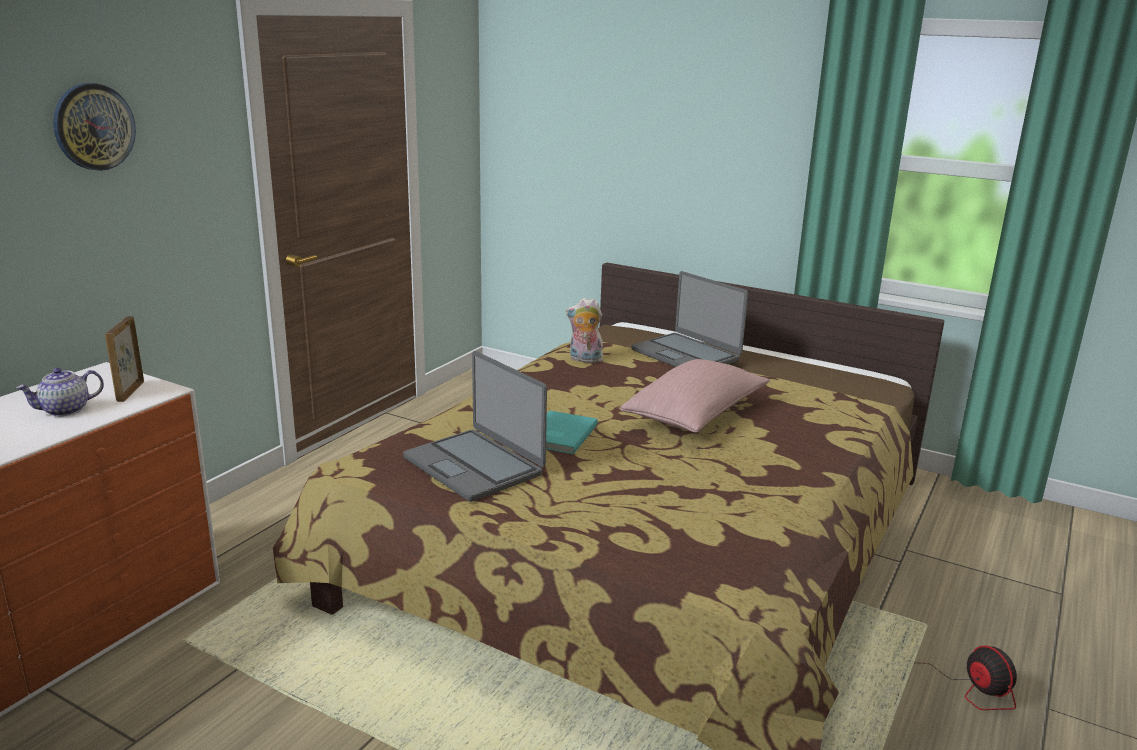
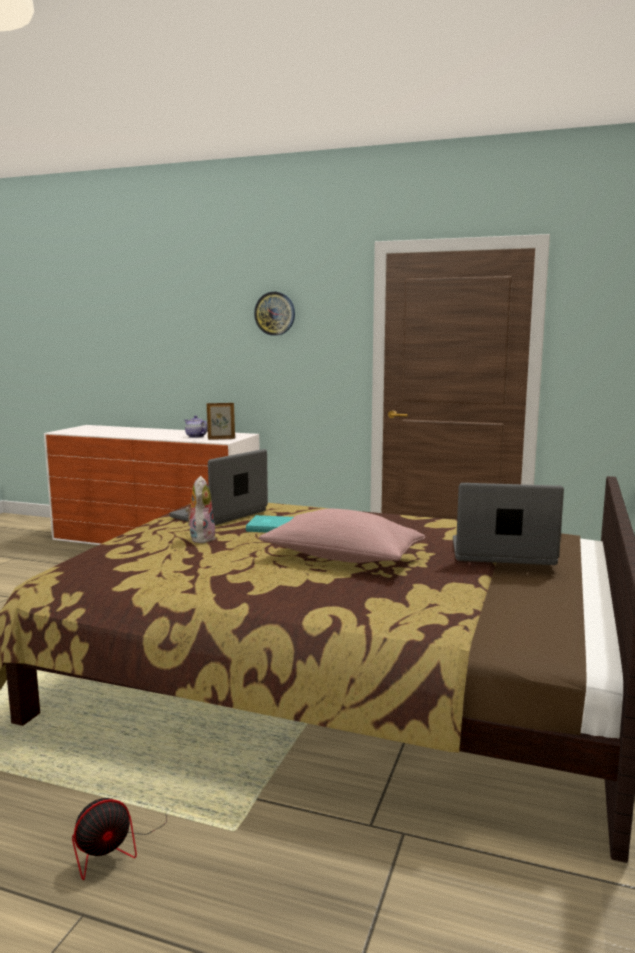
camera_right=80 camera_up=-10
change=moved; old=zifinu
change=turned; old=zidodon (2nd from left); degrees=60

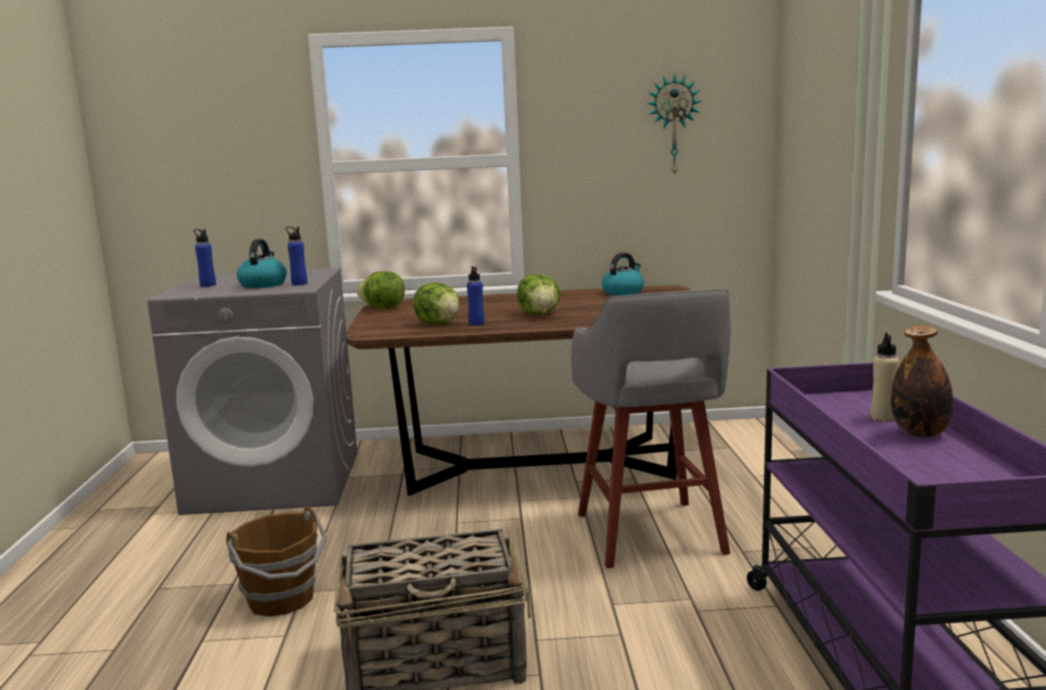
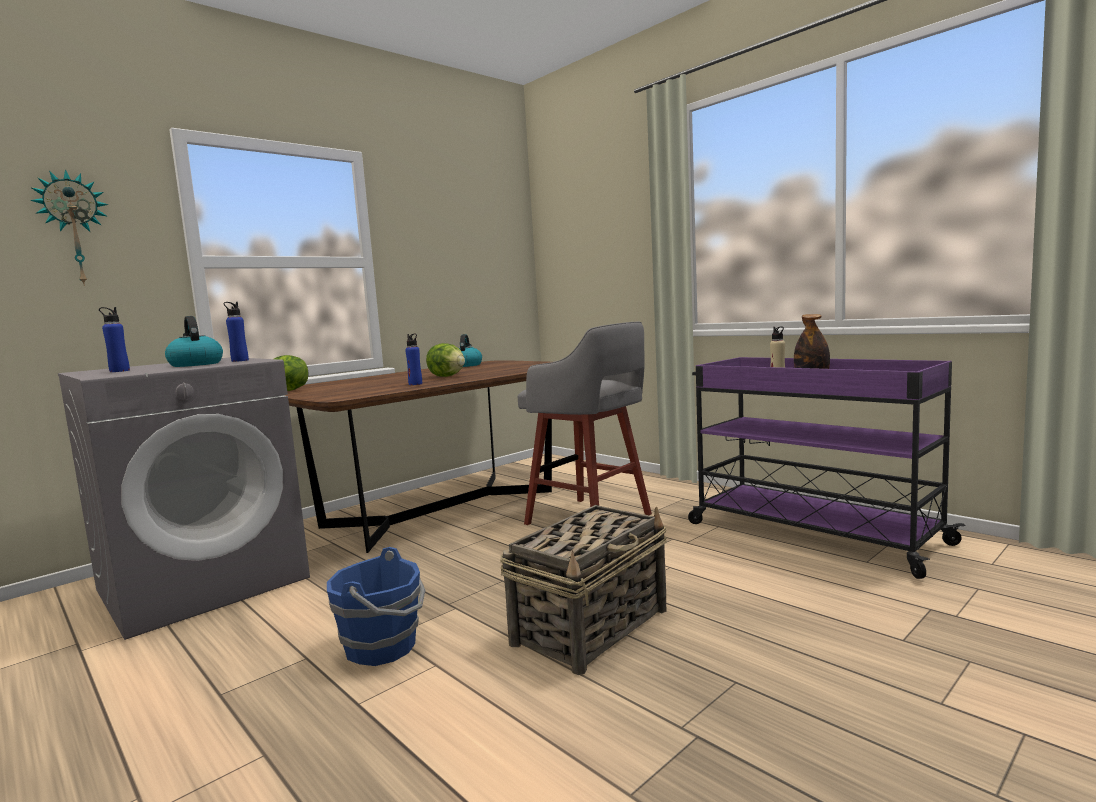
camera_right=-40 camera_up=-5
change=recoloured; old=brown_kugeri; new=blue_kugeri
change=removed; old=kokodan (2nd from left)
change=moved; old=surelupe

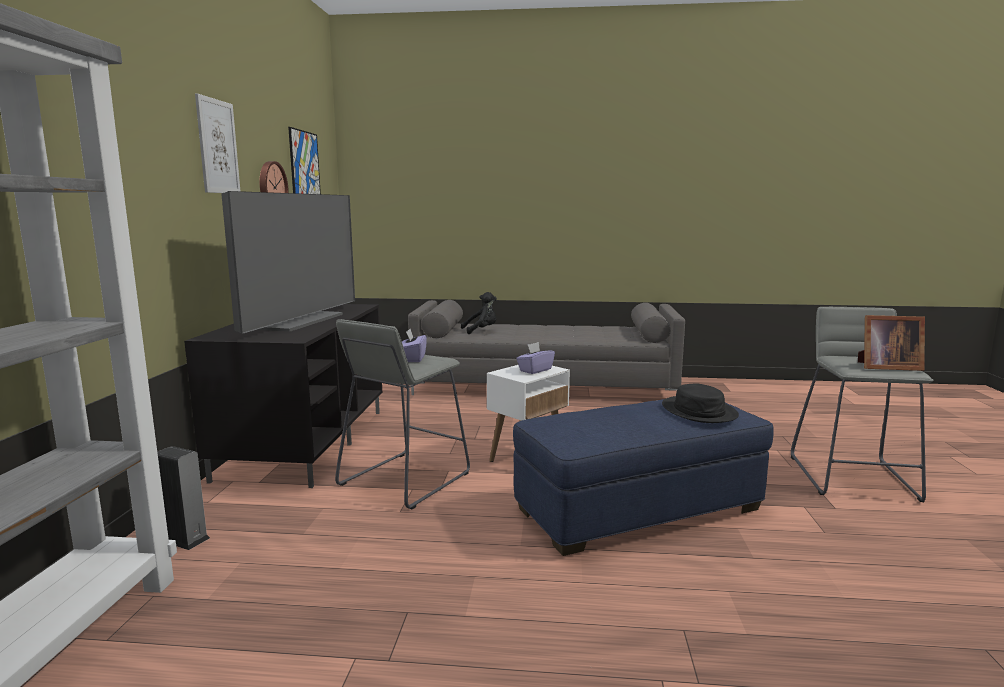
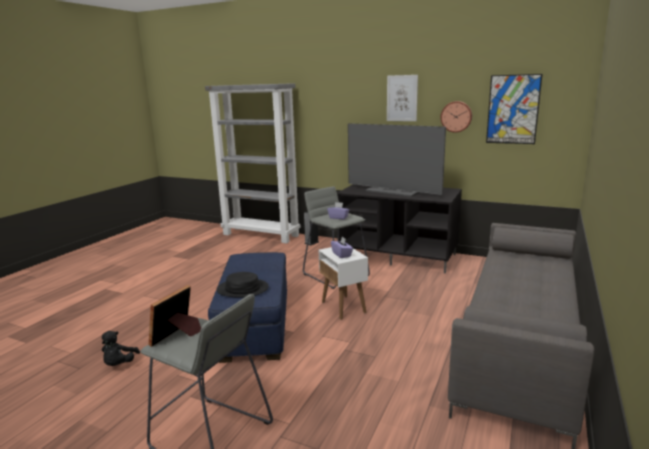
camera_right=110 camera_up=5
change=moved; old=black_zifinu

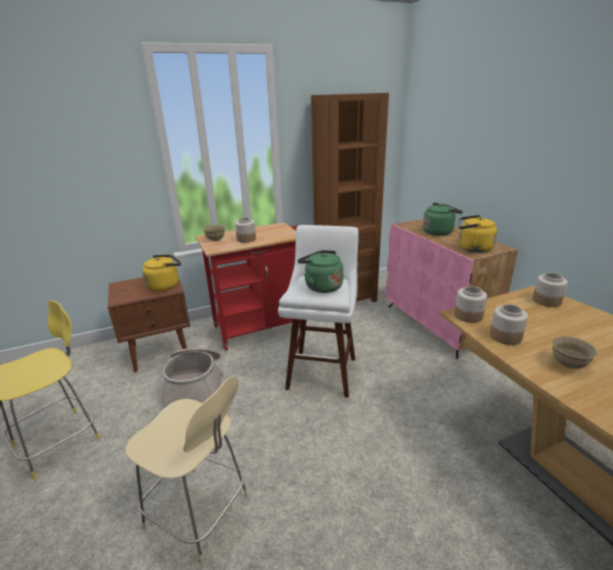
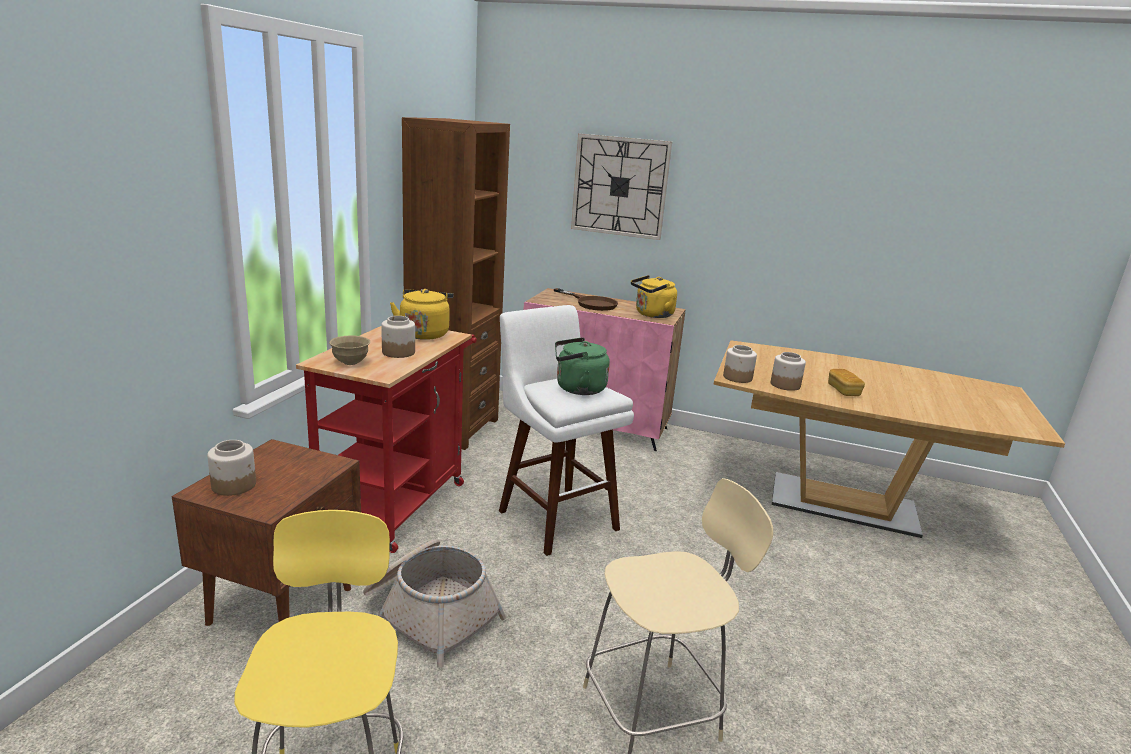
camera_right=-50 camera_up=-5
change=moved; old=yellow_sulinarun (1st from left)
change=replaced; old=green_sulinarun (2nd from left); new=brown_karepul
change=moved; old=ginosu (4th from left in the first image); new=ginosu (1st from left)
change=replaced; old=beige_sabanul (2nd from left); new=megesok
change=added; new=surelupe

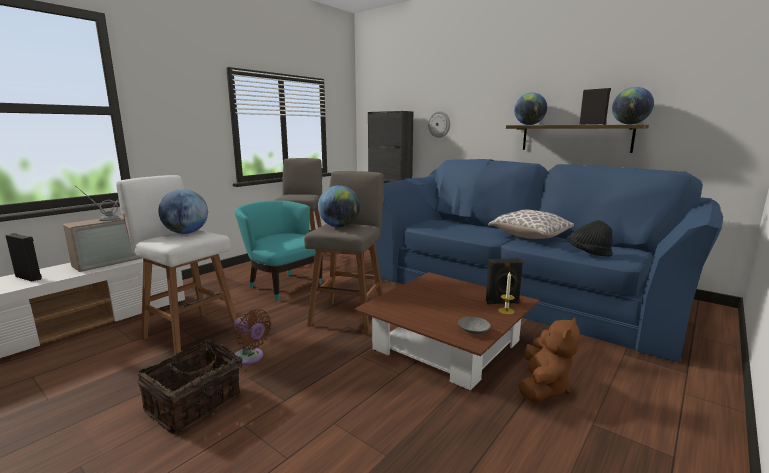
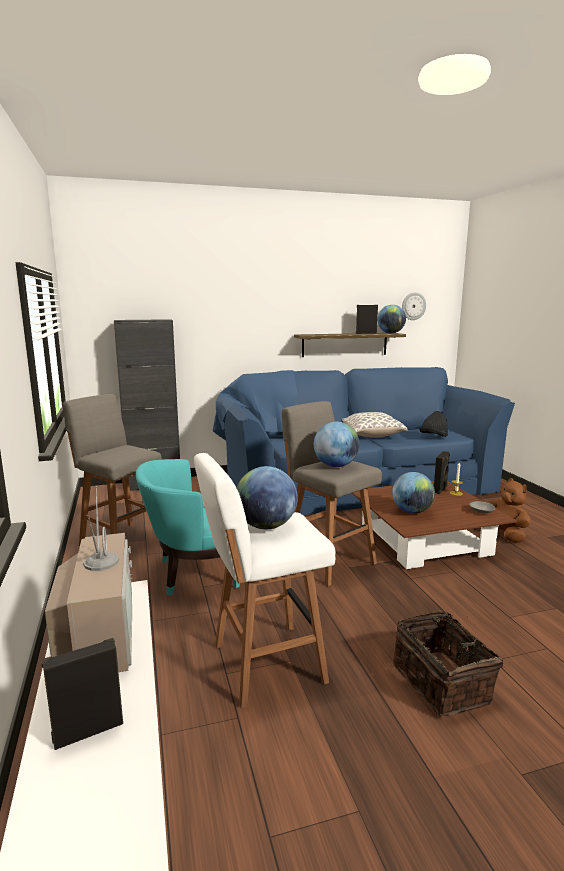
camera_right=-55 camera_up=0
change=removed; old=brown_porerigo
change=moved; old=surelupe
change=moved; old=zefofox (3rd from left in the first image); new=zefofox (4th from left)

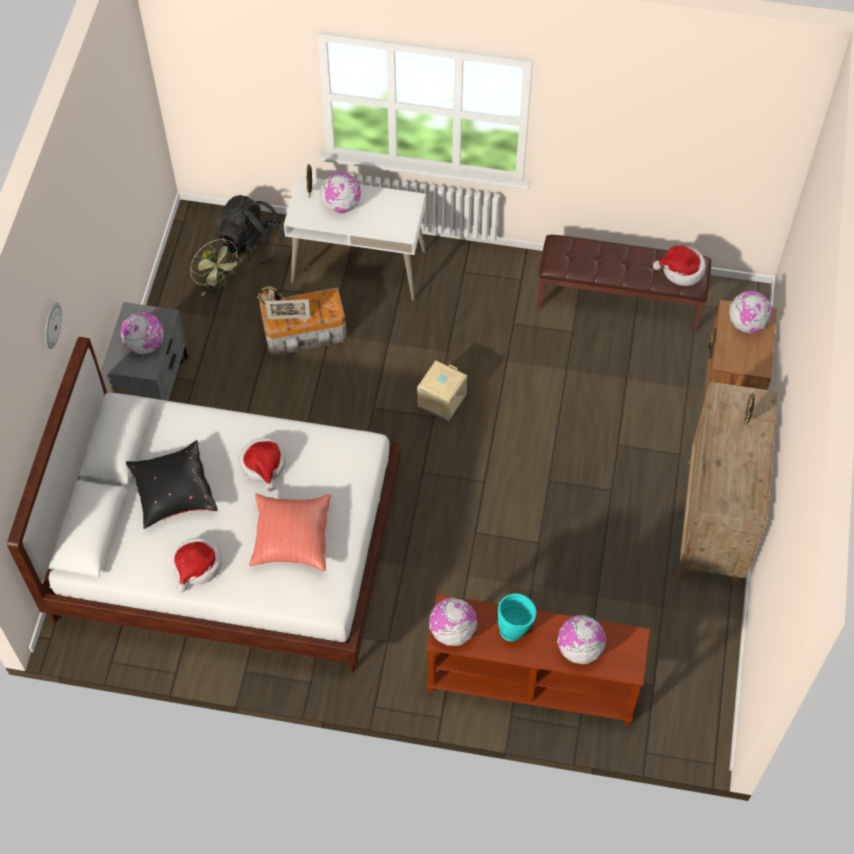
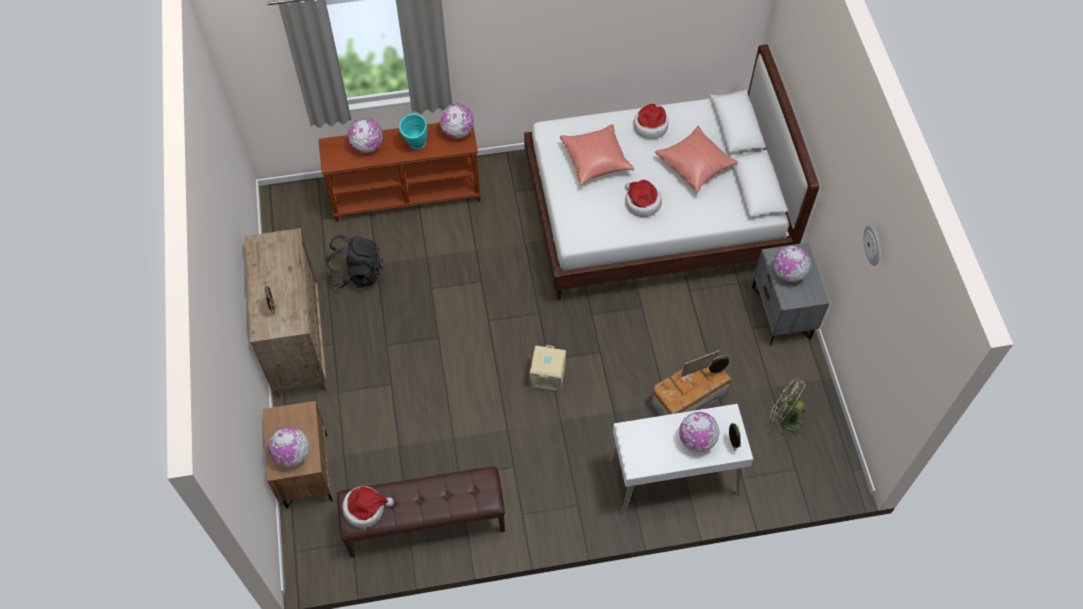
camera_right=160 camera_up=0
change=moved; old=surelupe
change=recoloured; old=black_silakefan; new=red_silakefan (2nd from left)
change=moved; old=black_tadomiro

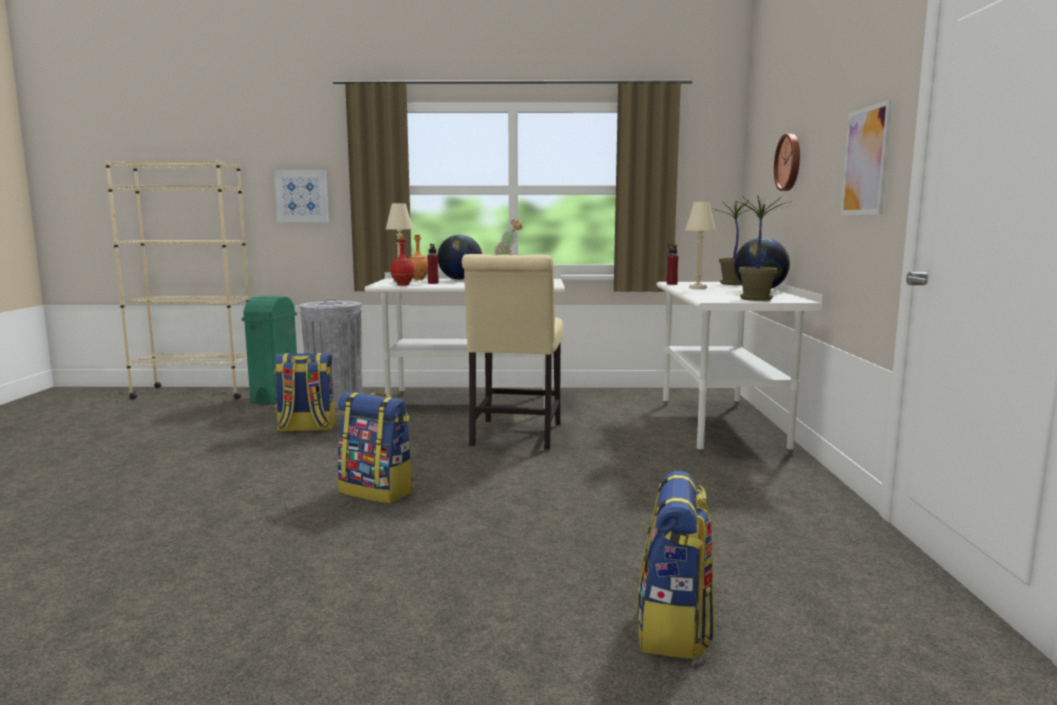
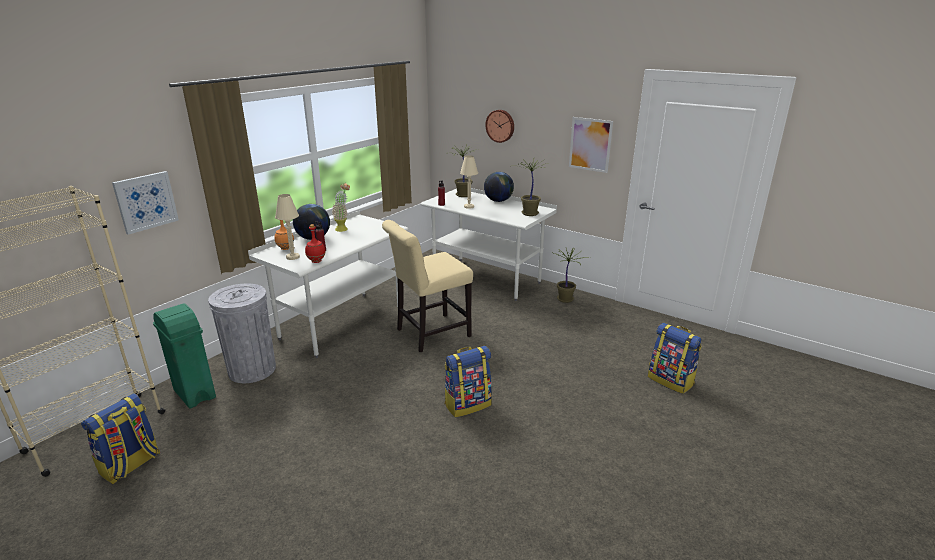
camera_right=-55 camera_up=15
change=moved; old=tadomiro (1st from left)
change=turned; old=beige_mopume; degrees=105
change=added; new=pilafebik (4th from left)

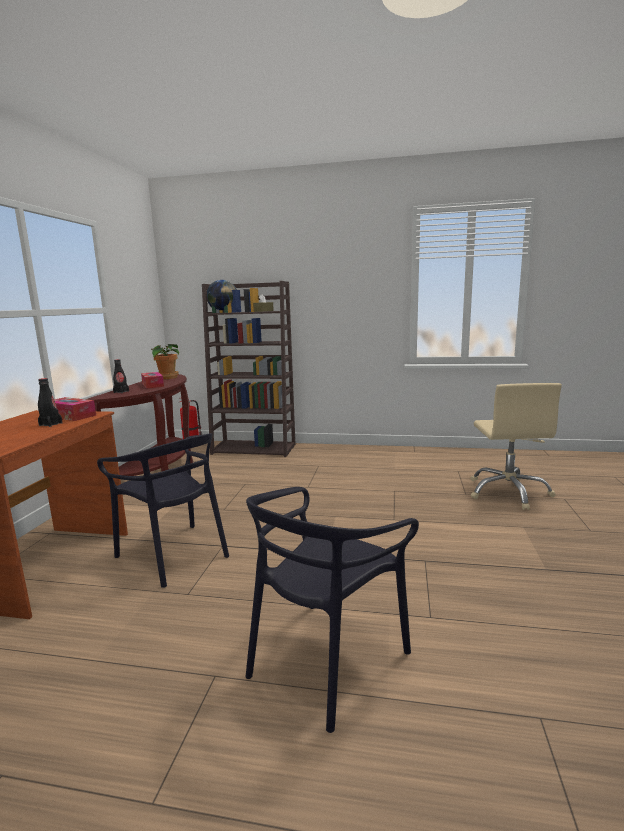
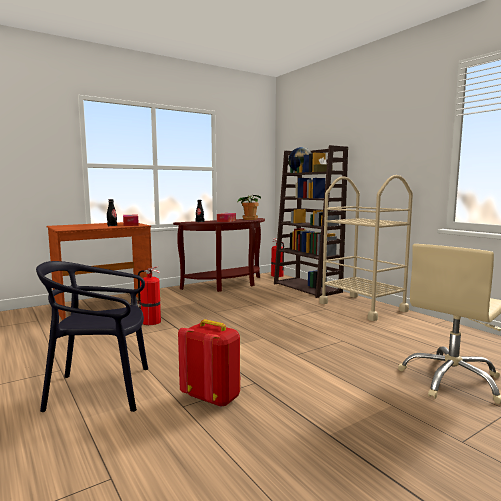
camera_right=45 camera_up=-5
change=replaced; old=black_mopume (1st from left); new=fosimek (1st from left)
change=added; new=red_tadomiro
change=added; new=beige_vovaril

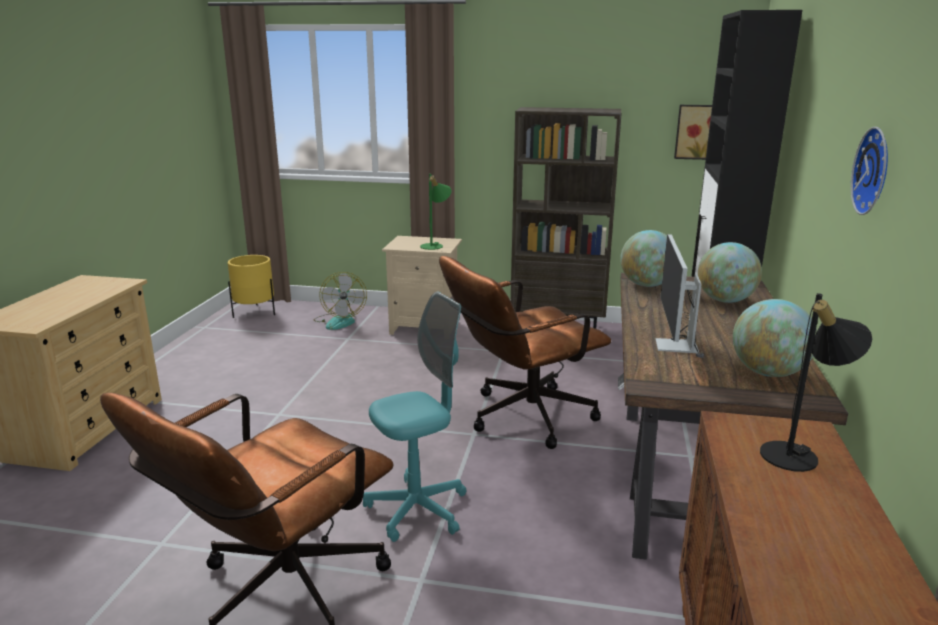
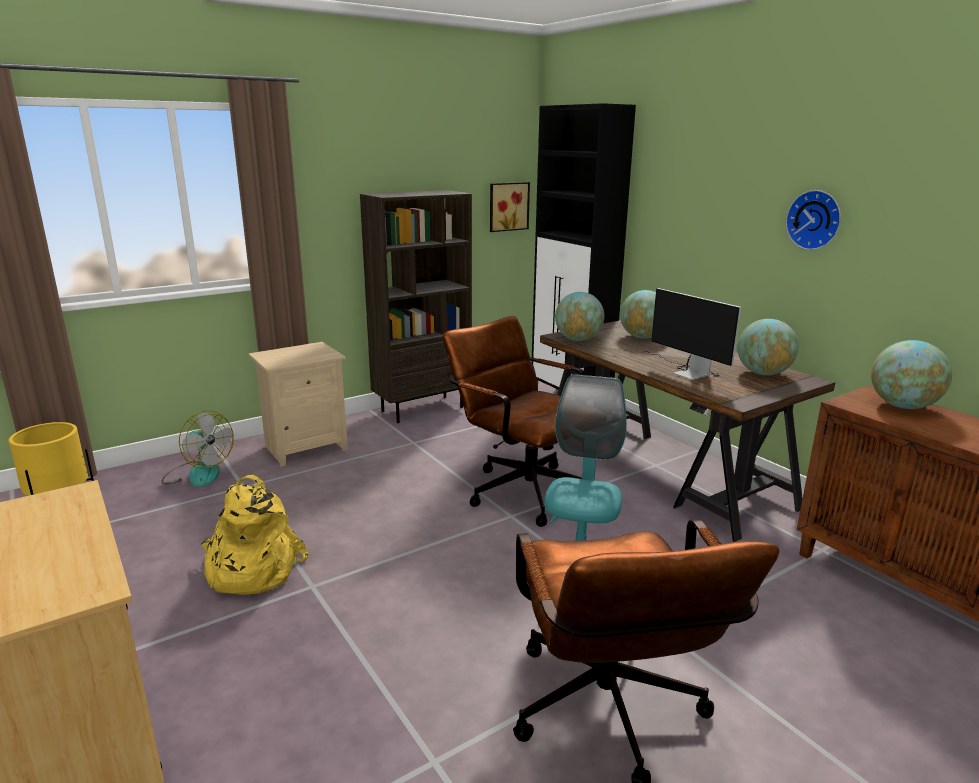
camera_right=-45 camera_up=0
change=removed; old=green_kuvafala
change=turned; old=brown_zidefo (2nd from left in the first image); degrees=120
change=replaced; old=black_kuvafala; new=zefofox (4th from left)
change=added; new=yellow_tadomiro

